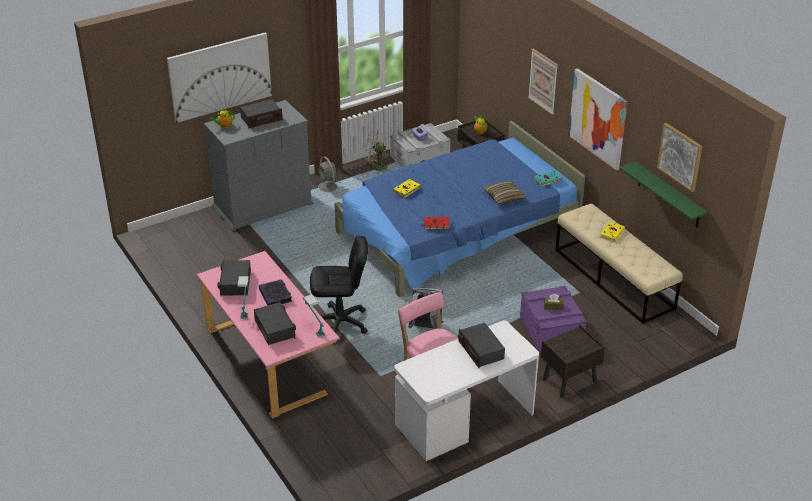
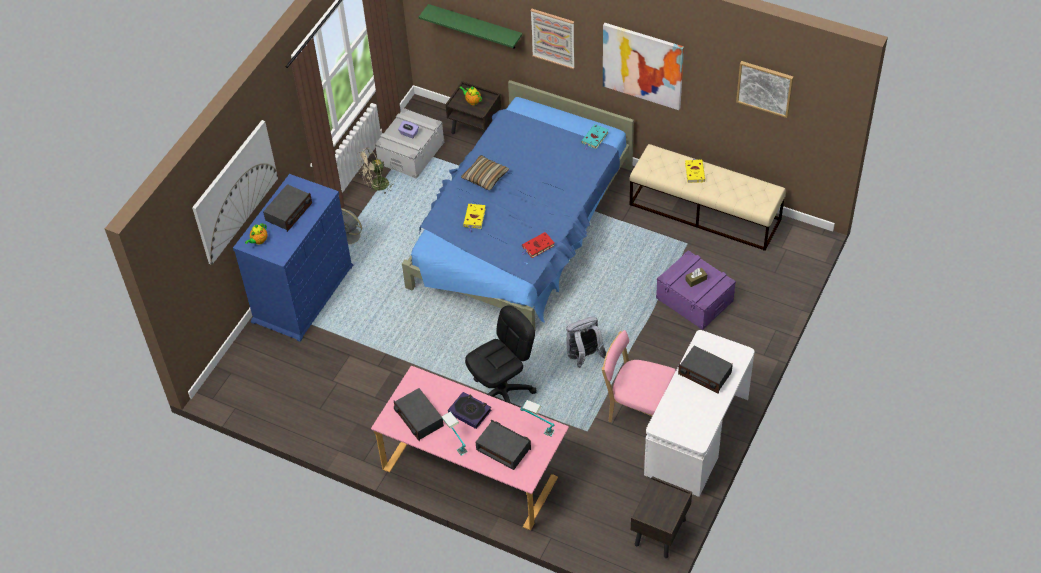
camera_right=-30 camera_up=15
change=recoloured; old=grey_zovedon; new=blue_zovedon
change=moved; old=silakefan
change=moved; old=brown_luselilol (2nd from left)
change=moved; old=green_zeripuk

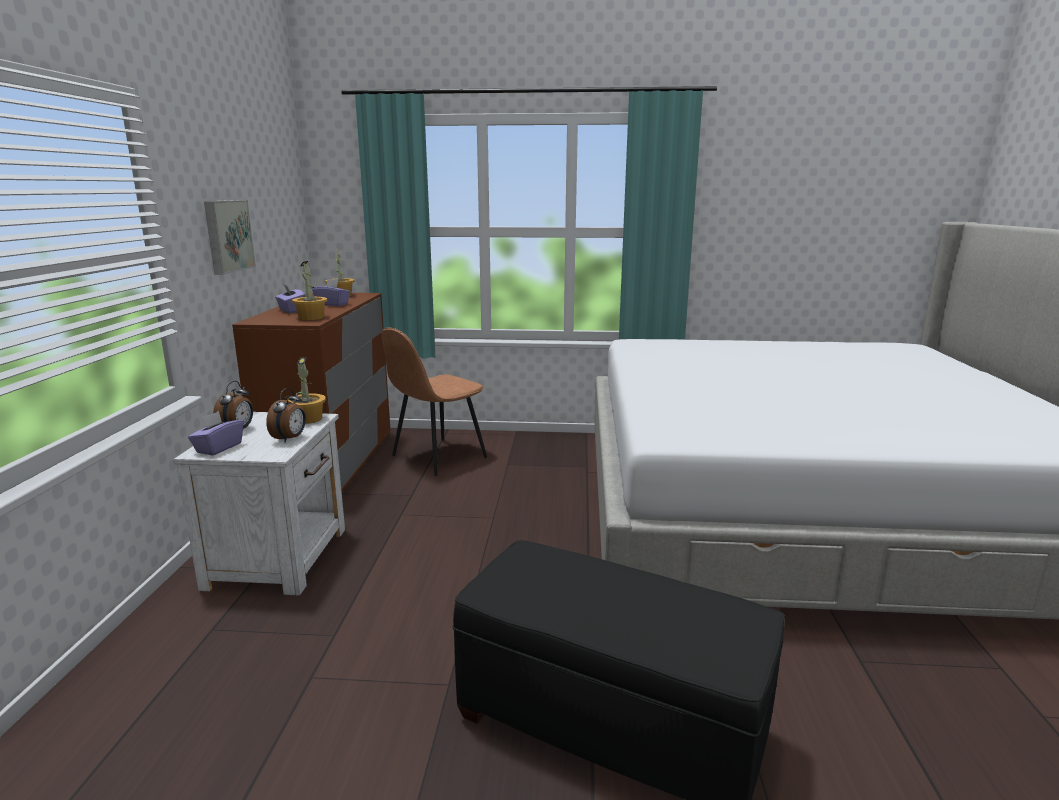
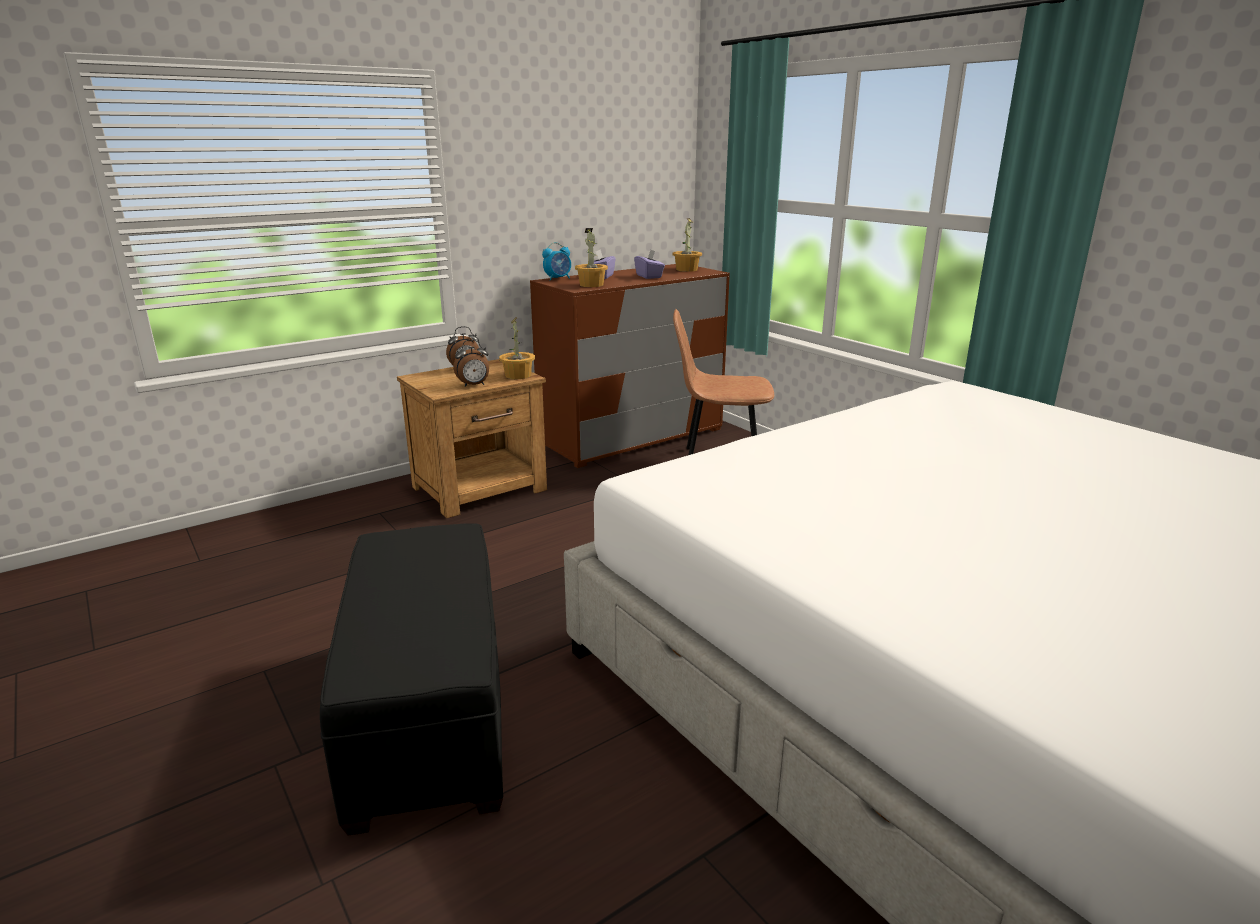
camera_right=50 camera_up=5
change=recoloured; old=white_luselilol; new=brown_luselilol
change=removed; old=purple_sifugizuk (1st from left)
change=removed; old=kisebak
change=added; new=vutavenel (3rd from left)

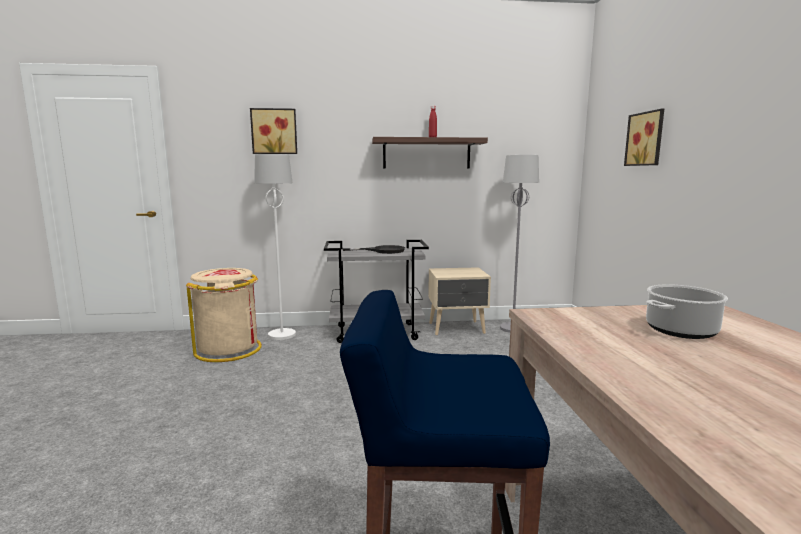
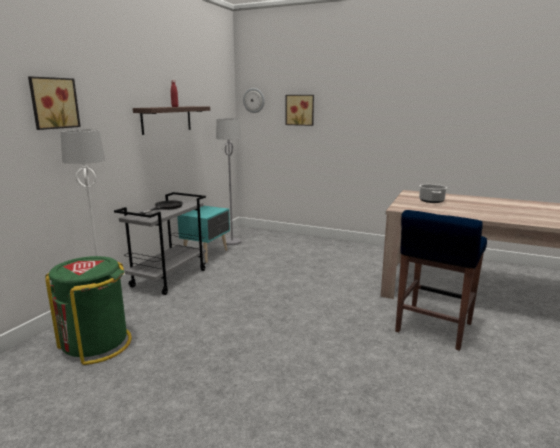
camera_right=-60 camera_up=5
change=recoloured; old=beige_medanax; new=green_medanax
change=recoloured; old=beige_luselilol; new=turquoise_luselilol
change=added; new=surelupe

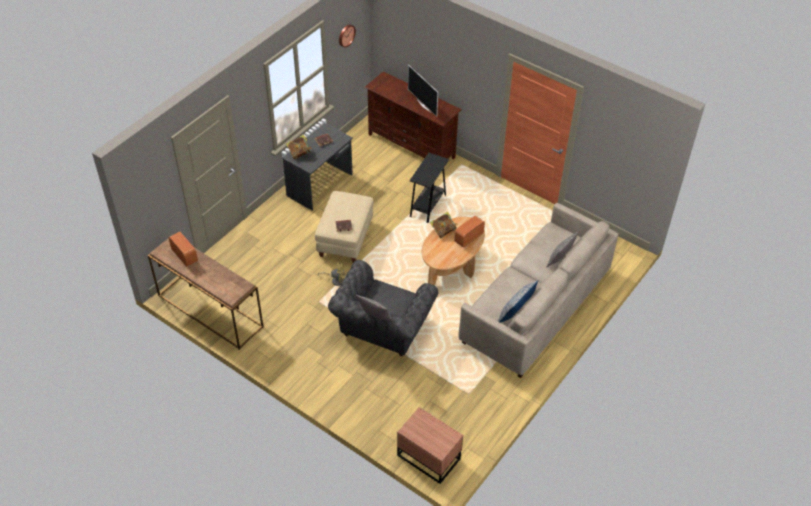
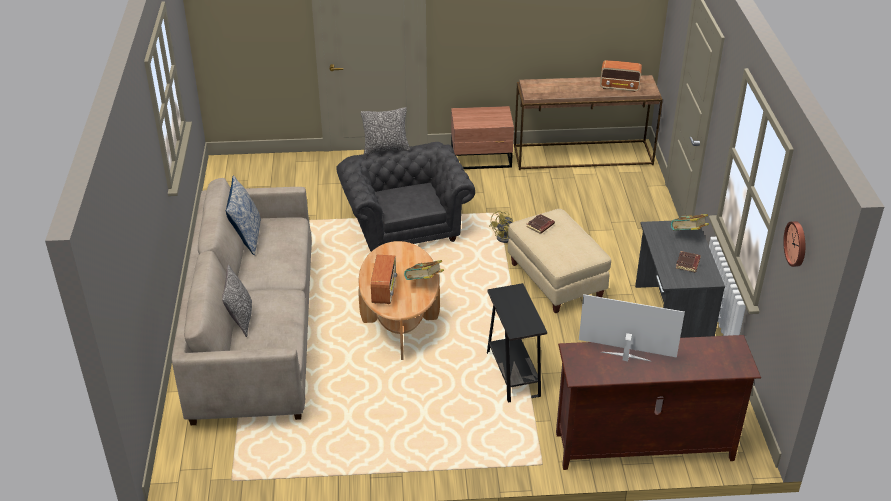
camera_right=140 camera_up=-10
change=moved; old=brown_luselilol

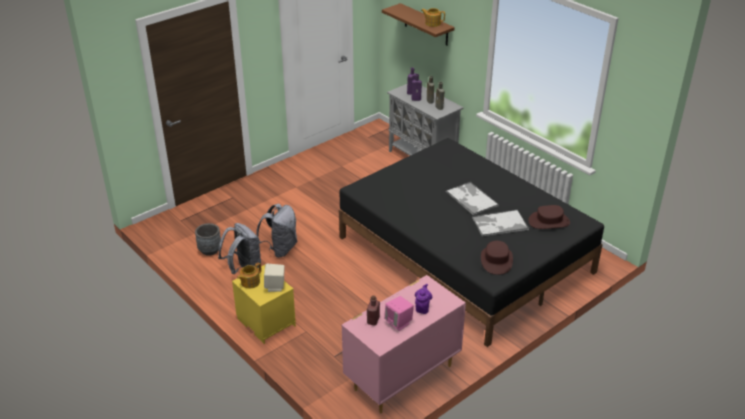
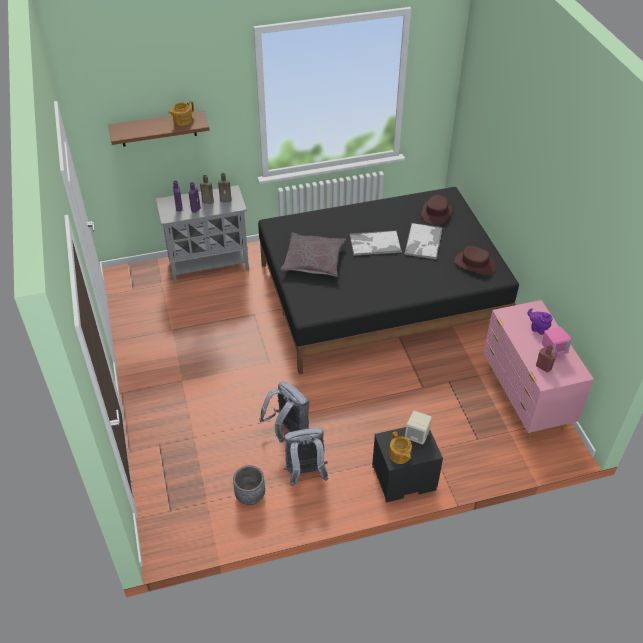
camera_right=-65 camera_up=10
change=recoloured; old=yellow_luselilol; new=black_luselilol
change=added; new=grey_silakefan

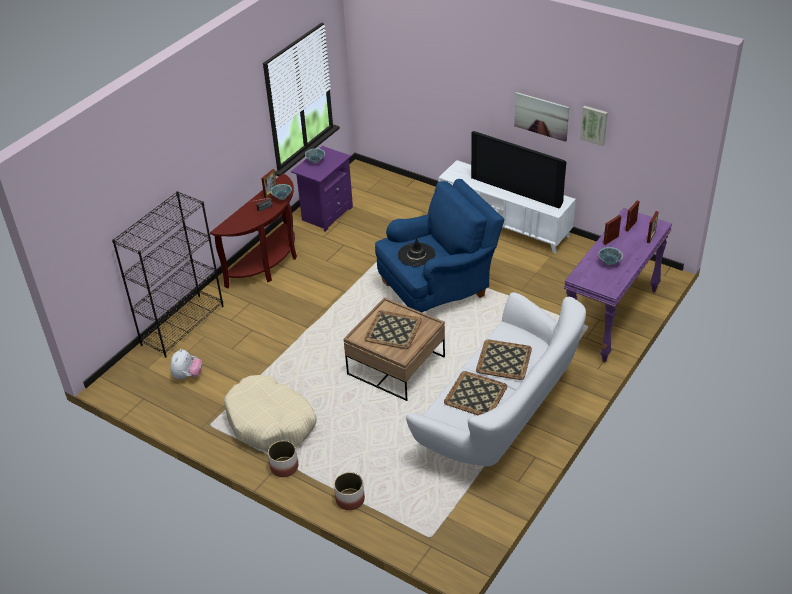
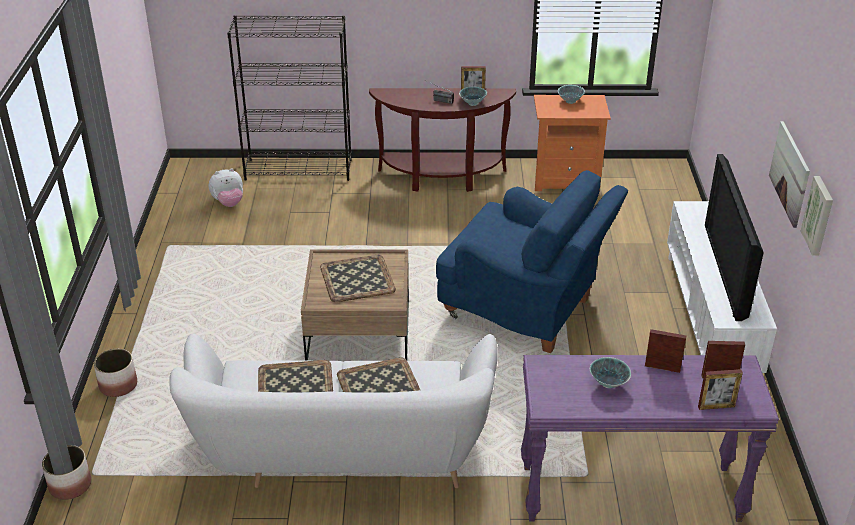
camera_right=55 camera_up=-5
change=removed; old=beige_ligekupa
change=moved; old=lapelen (1st from left)
change=recoloured; old=purple_luselilol; new=orange_luselilol
change=removed; old=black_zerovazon

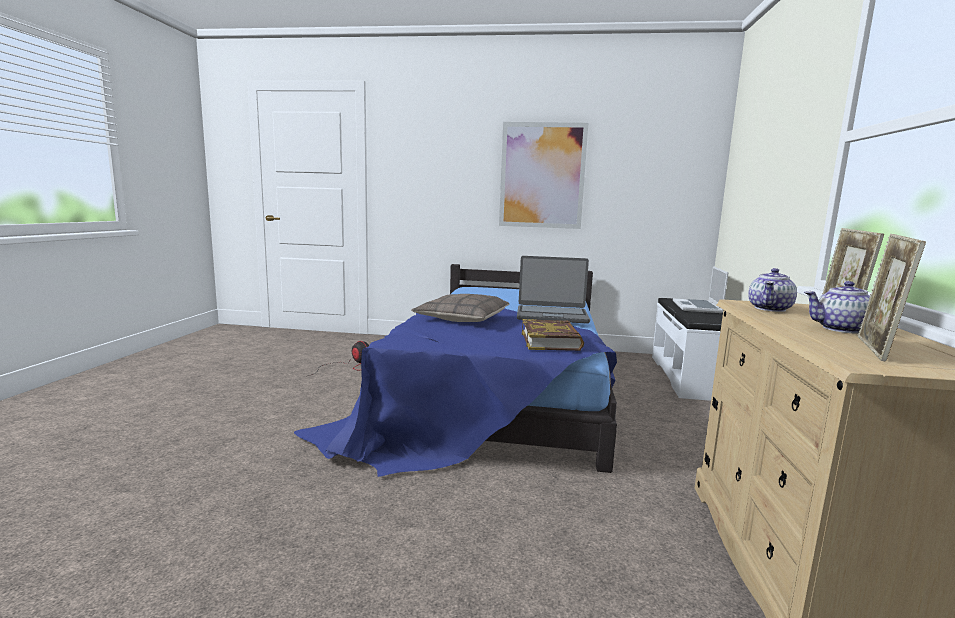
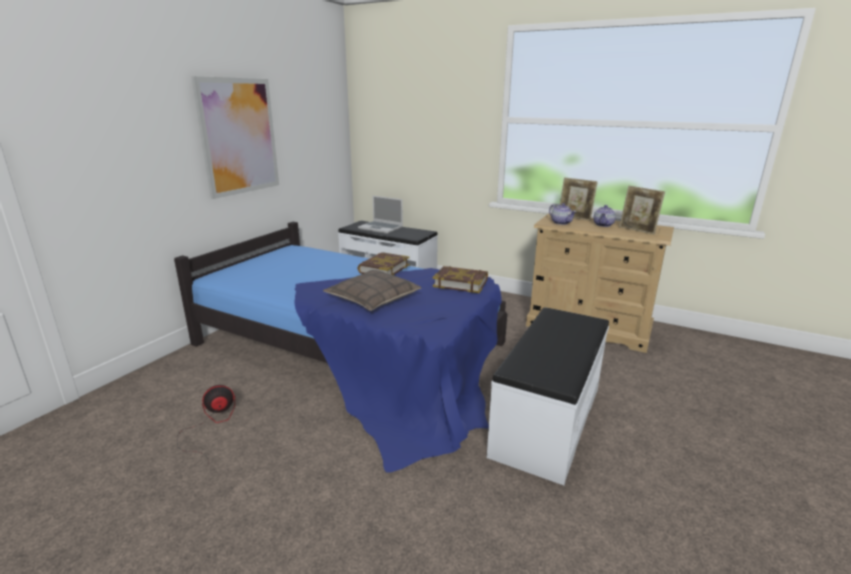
camera_right=-70 camera_up=10
change=replaced; old=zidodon (1st from left); new=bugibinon (1st from left)
change=added; new=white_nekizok (2nd from left)

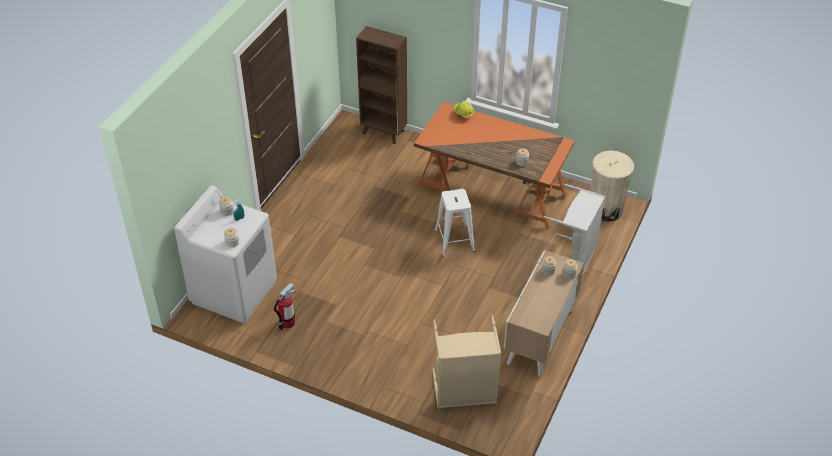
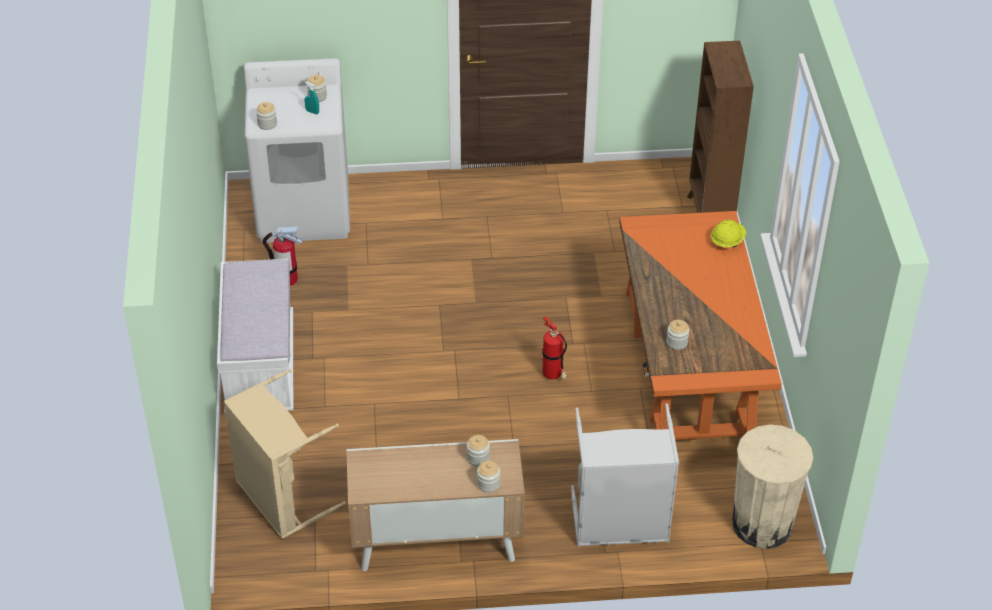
camera_right=60 camera_up=0
change=replaced; old=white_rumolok; new=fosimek (2nd from left)
change=added; new=white_nekizok

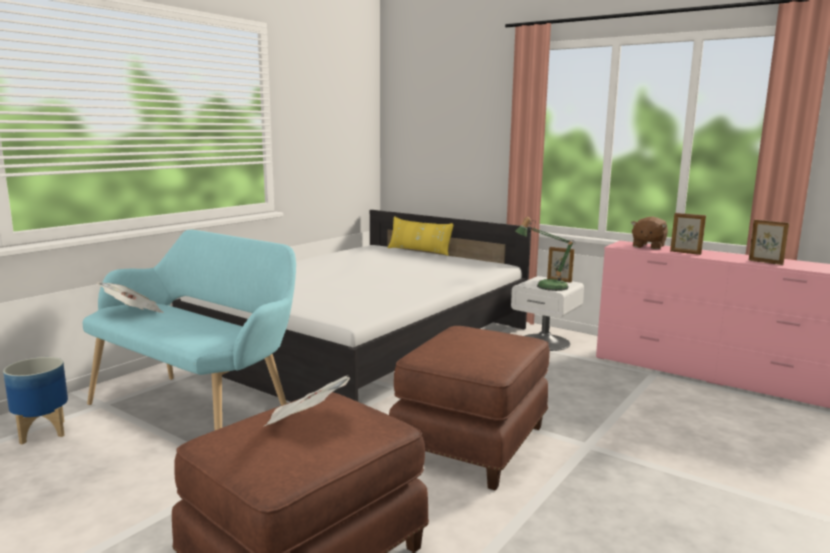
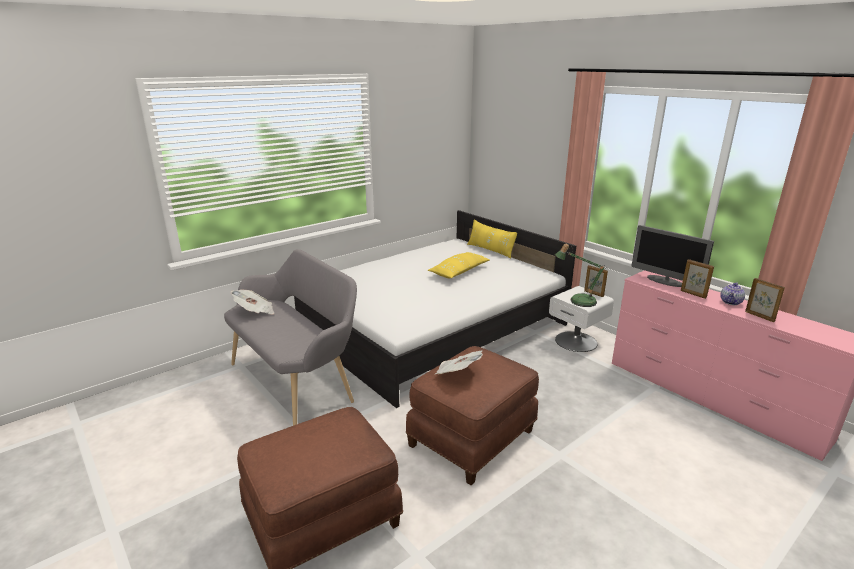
camera_right=15 camera_up=10
change=removed; old=lapelen
change=recoloured; old=turquoise_nekizok; new=grey_nekizok
change=moved; old=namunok (2nd from left)
change=replaced; old=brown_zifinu; new=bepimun
change=added; new=yellow_silakefan (1st from left)
change=added; new=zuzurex

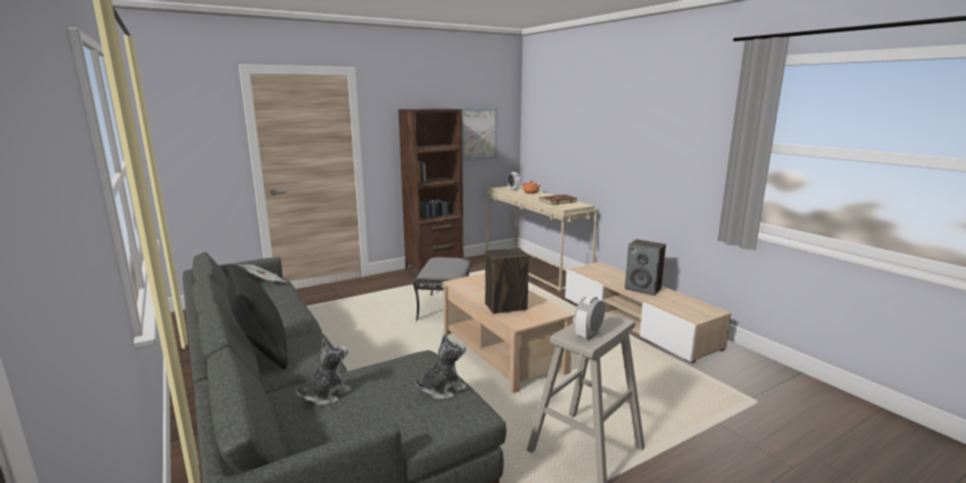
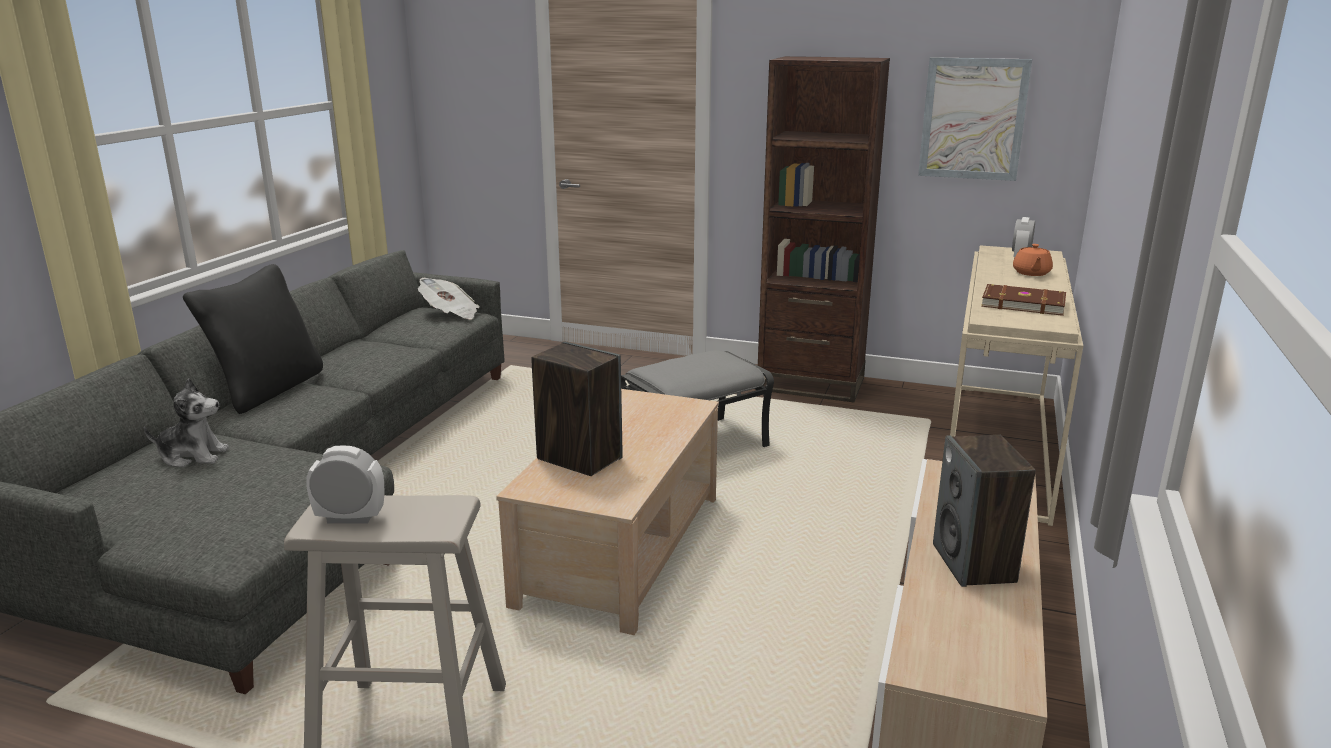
camera_right=50 camera_up=5
change=removed; old=zifinu (2nd from left)

